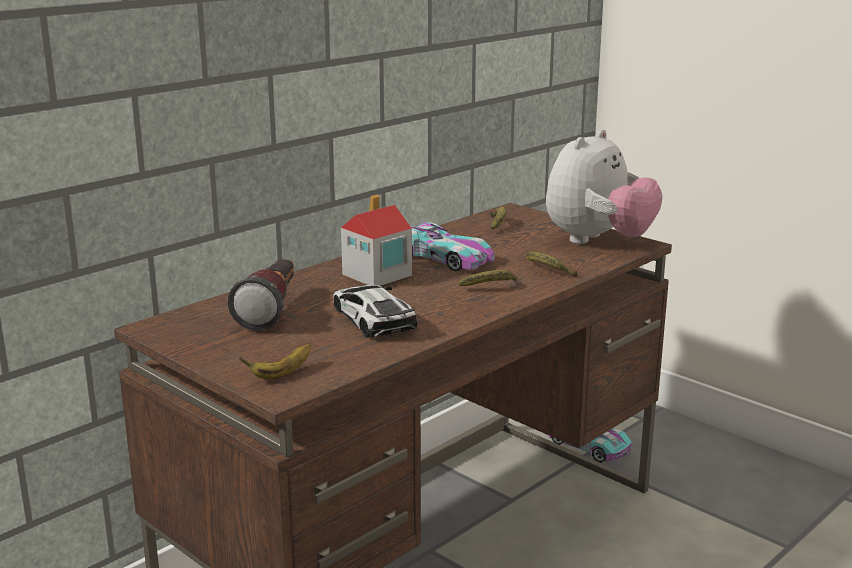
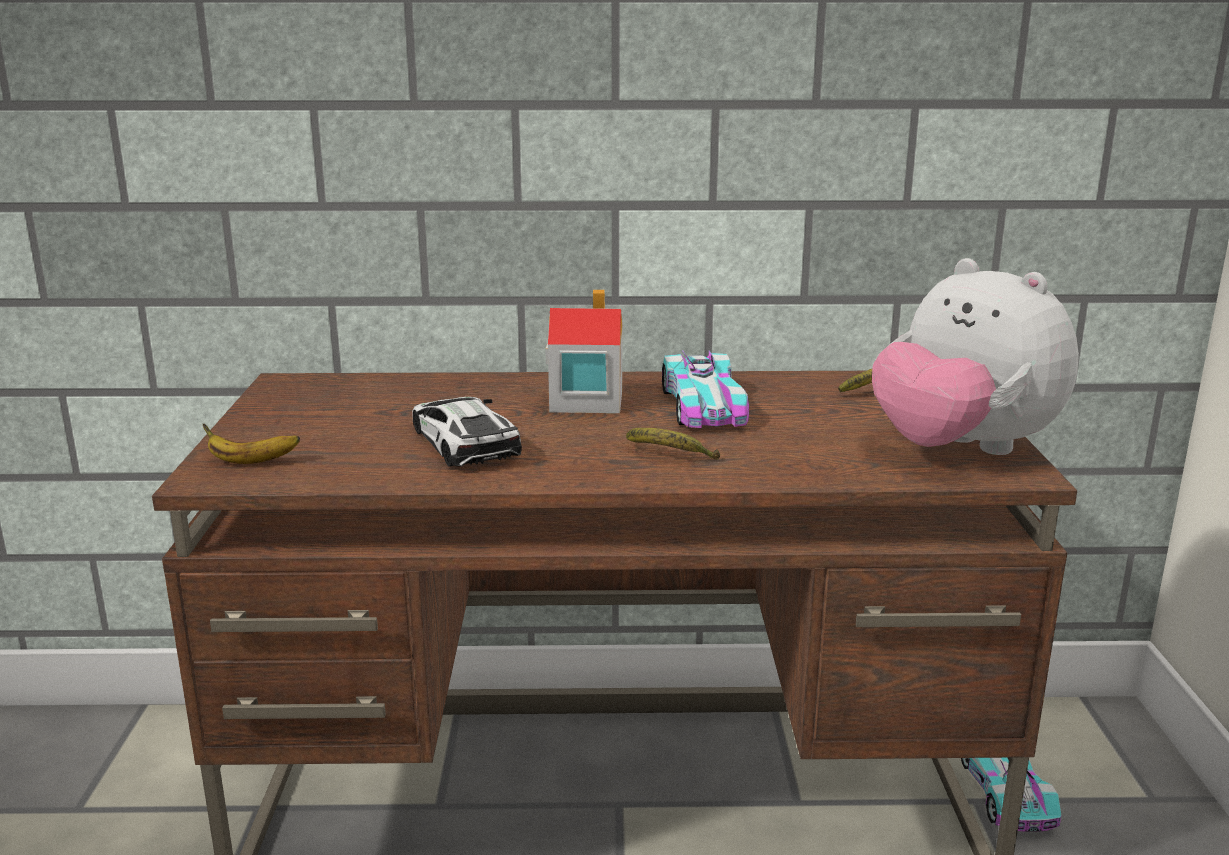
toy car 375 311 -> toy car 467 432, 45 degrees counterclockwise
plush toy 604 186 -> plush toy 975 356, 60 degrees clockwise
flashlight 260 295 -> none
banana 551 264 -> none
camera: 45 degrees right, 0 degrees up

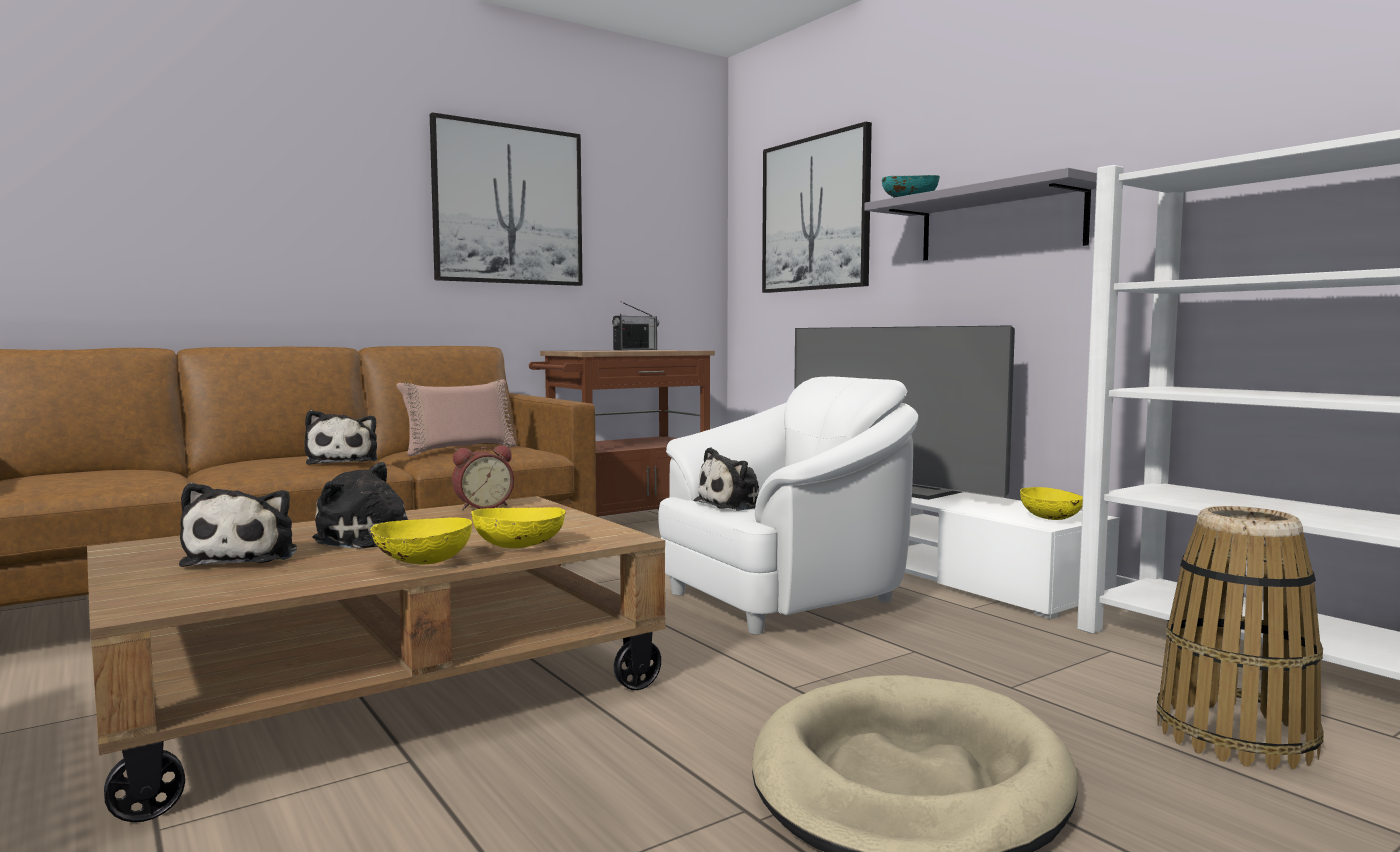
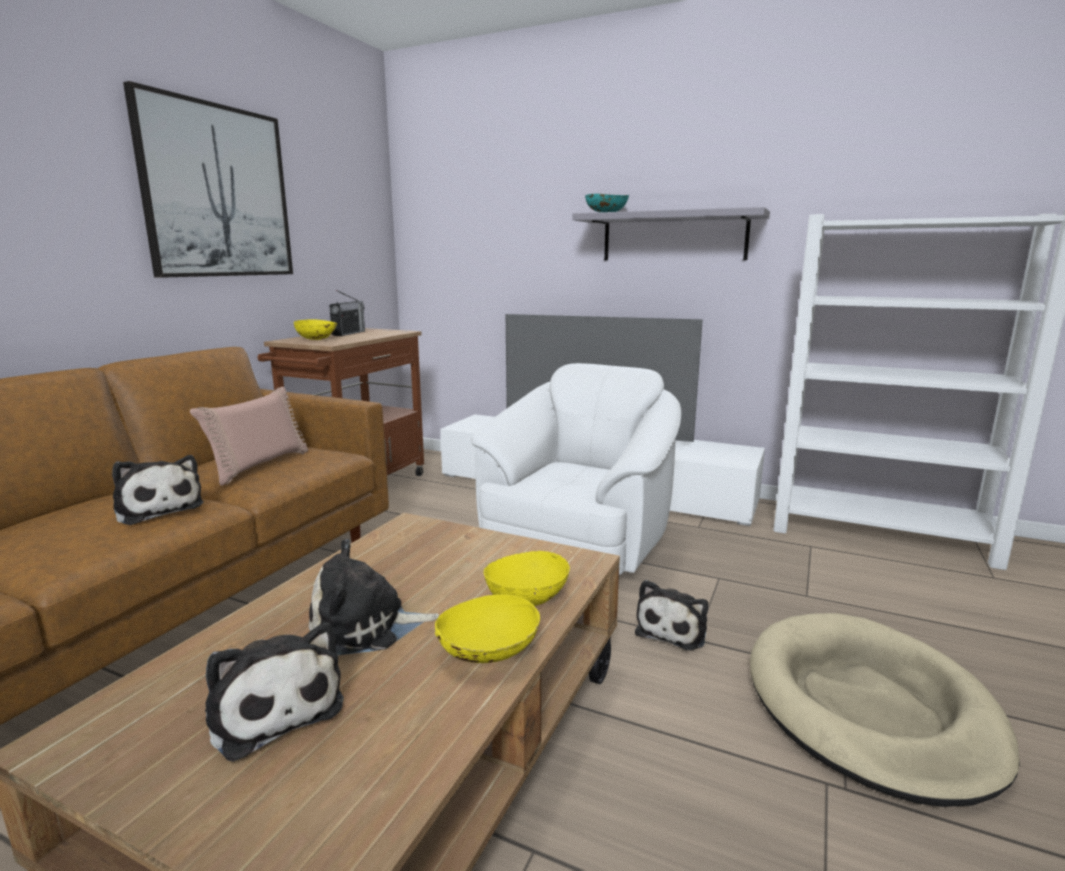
yellow bowl 1051 503 -> yellow bowl 315 329, moved
plush toy 726 479 -> plush toy 671 615, moved
alarm clock 483 477 -> none
picture 817 207 -> none
basket 1240 638 -> none
camera: 30 degrees left, 10 degrees up

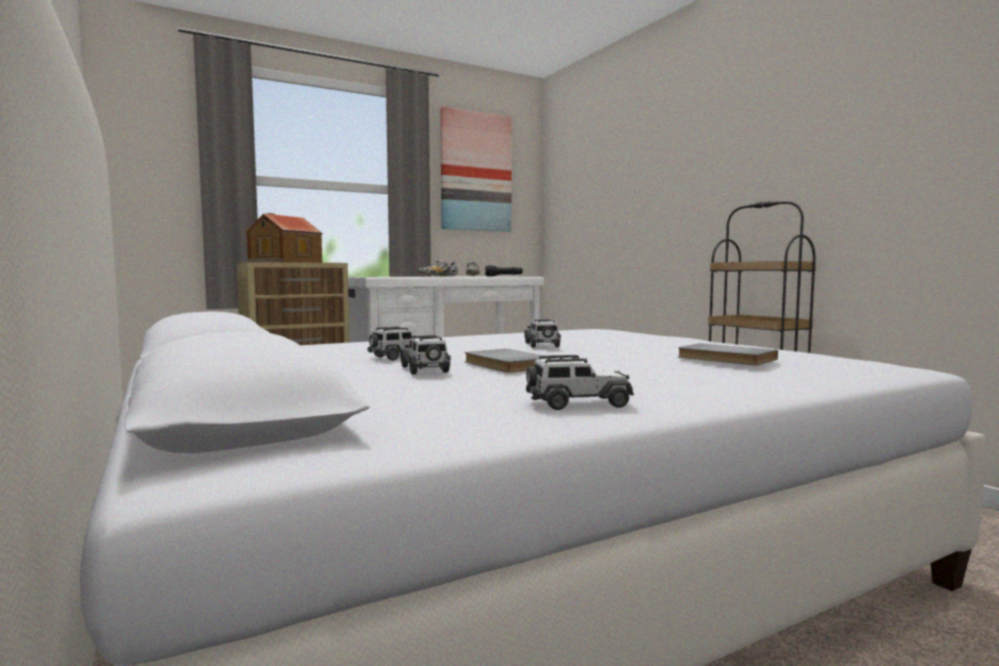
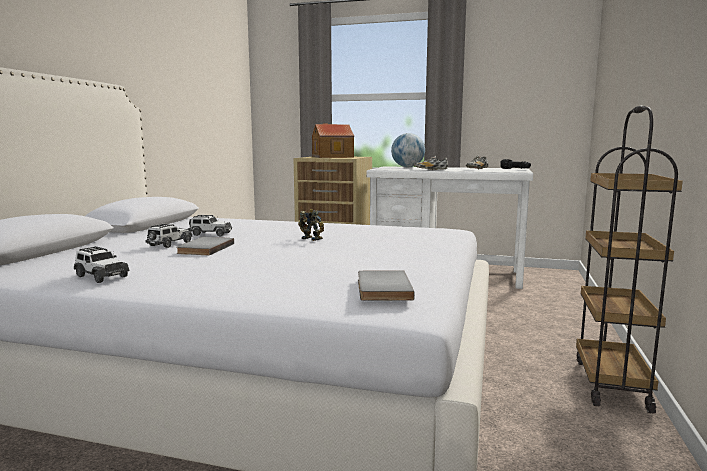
toy car 542 333 -> toy robot 311 225
grey book 728 354 -> grey book 386 285, moved
none -> globe 408 150
picture 476 169 -> none
camera: 45 degrees right, 5 degrees up

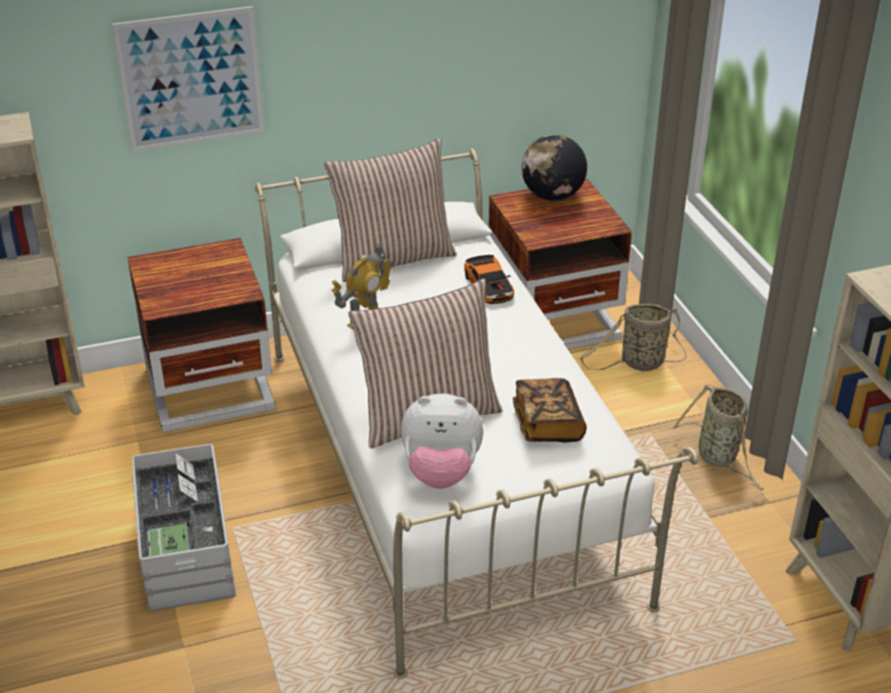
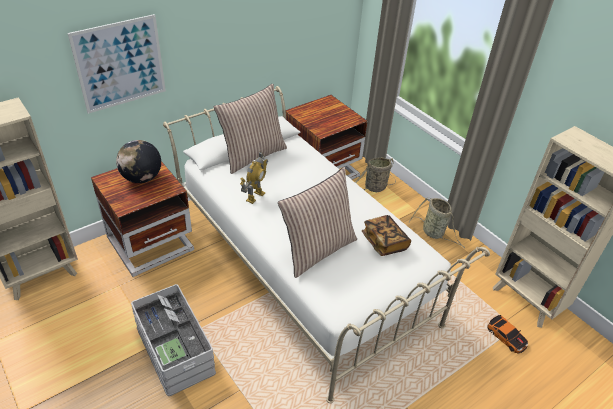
globe 554 168 -> globe 138 161, moved
toy car 489 279 -> toy car 507 334, moved
plush toy 442 441 -> none
camera: 20 degrees left, 5 degrees up

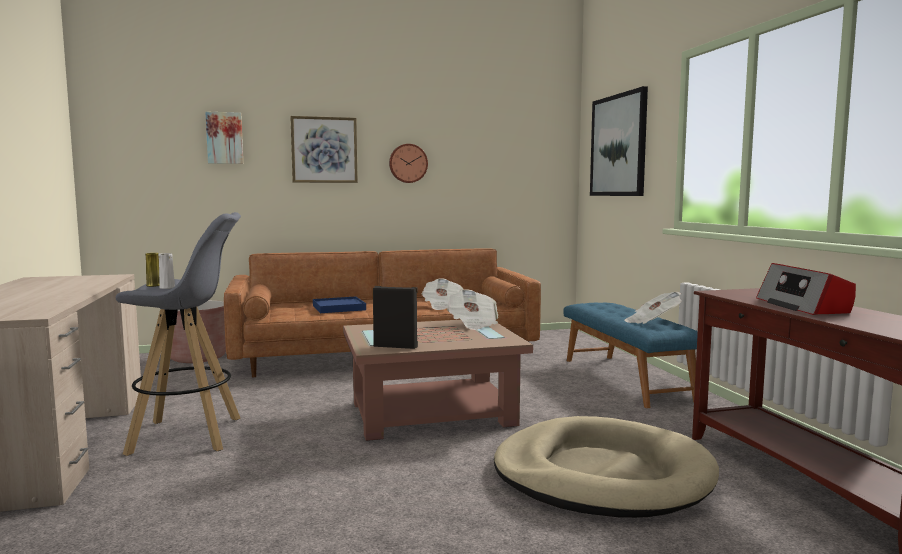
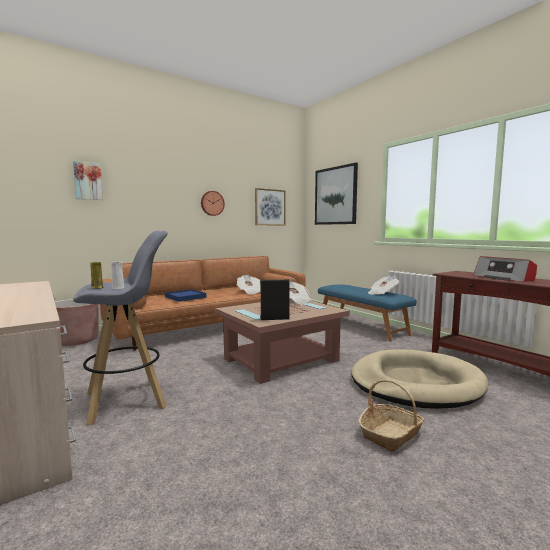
picture 324 149 -> picture 270 207, moved
none -> basket 391 415
camera: 20 degrees left, 0 degrees up

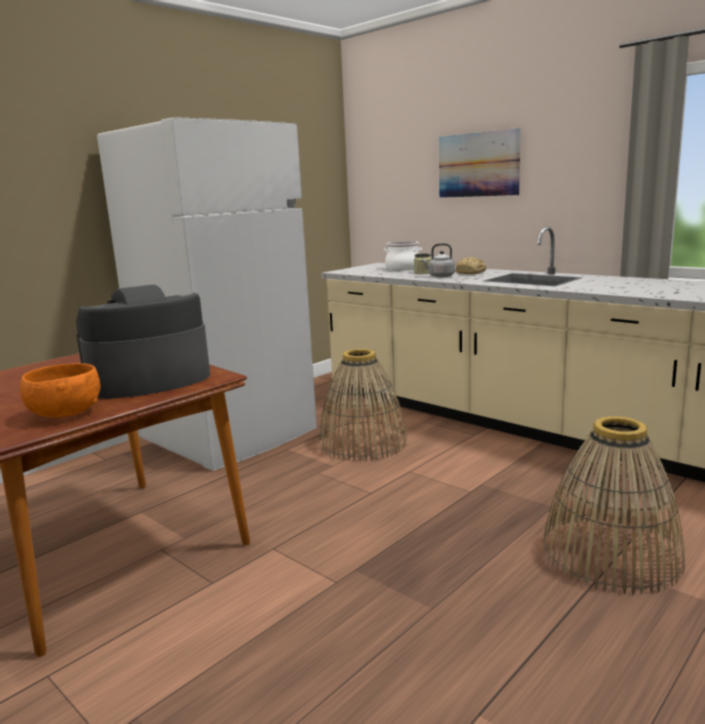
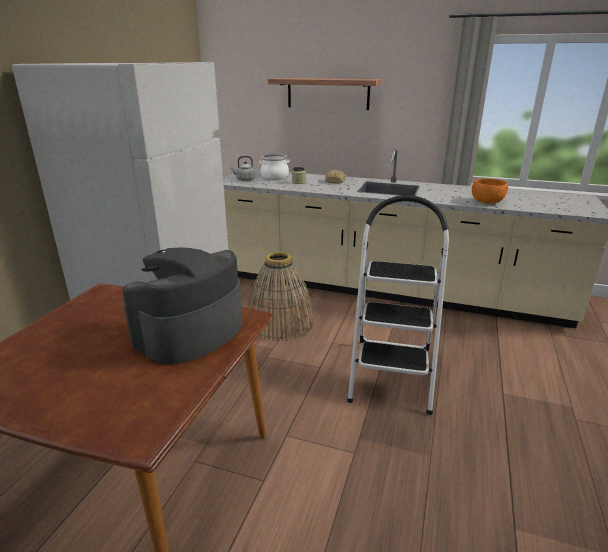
grey kettle 438 260 -> grey kettle 243 168, moved
picture 480 163 -> shelf 325 94
none -> step ladder 398 305
orange bowl 60 390 -> orange bowl 490 190, moved
basket 614 505 -> none
camera: 25 degrees left, 10 degrees up

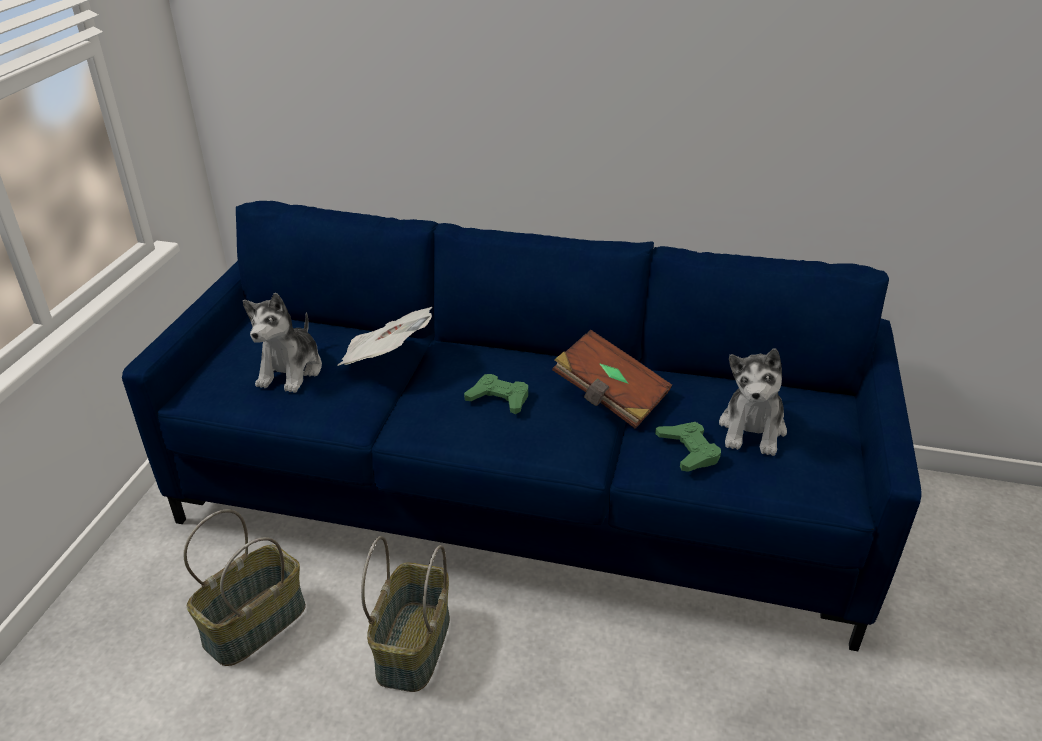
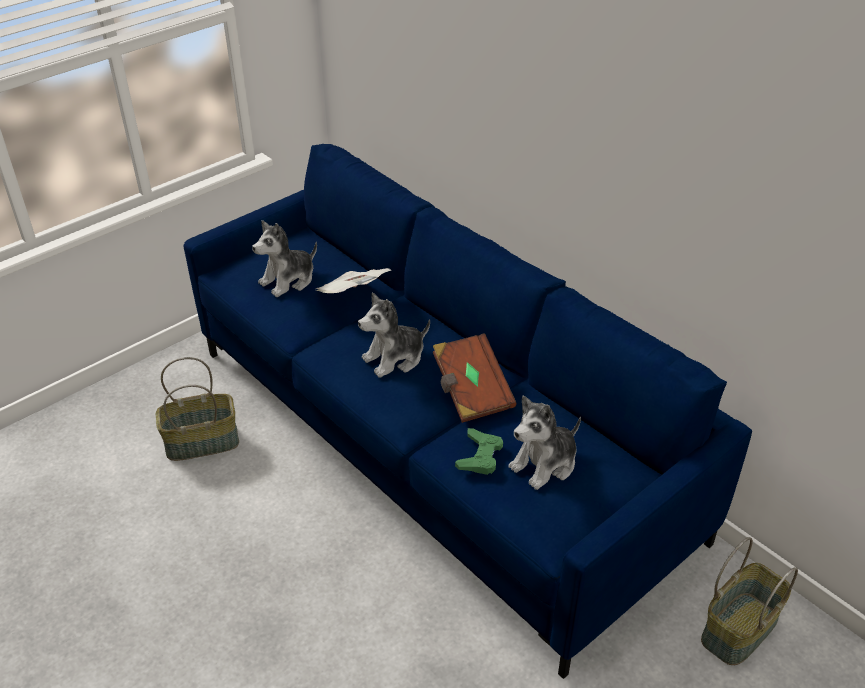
green game controller 496 394 -> plush toy 394 335
basket 405 614 -> basket 749 601, moved
camera: 35 degrees right, 5 degrees up

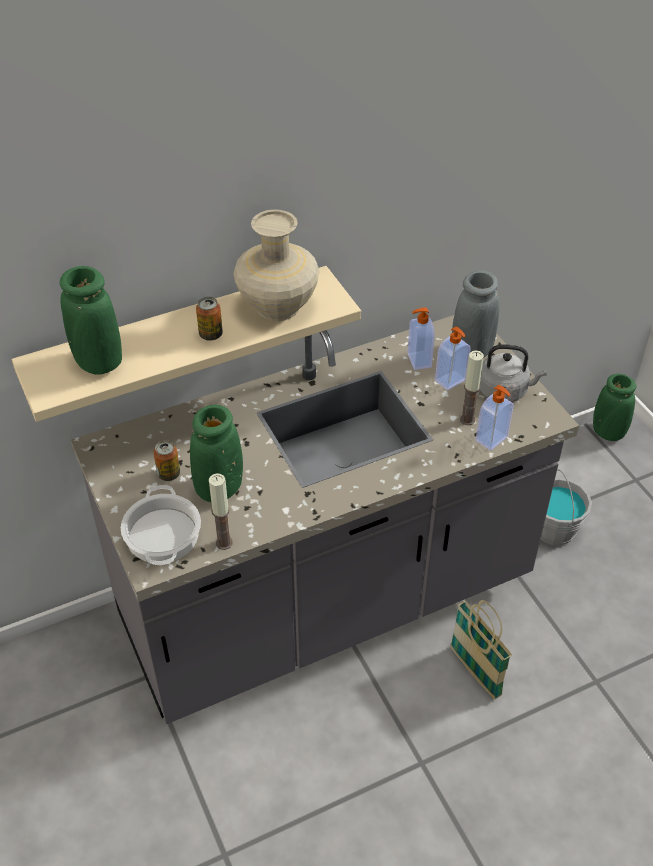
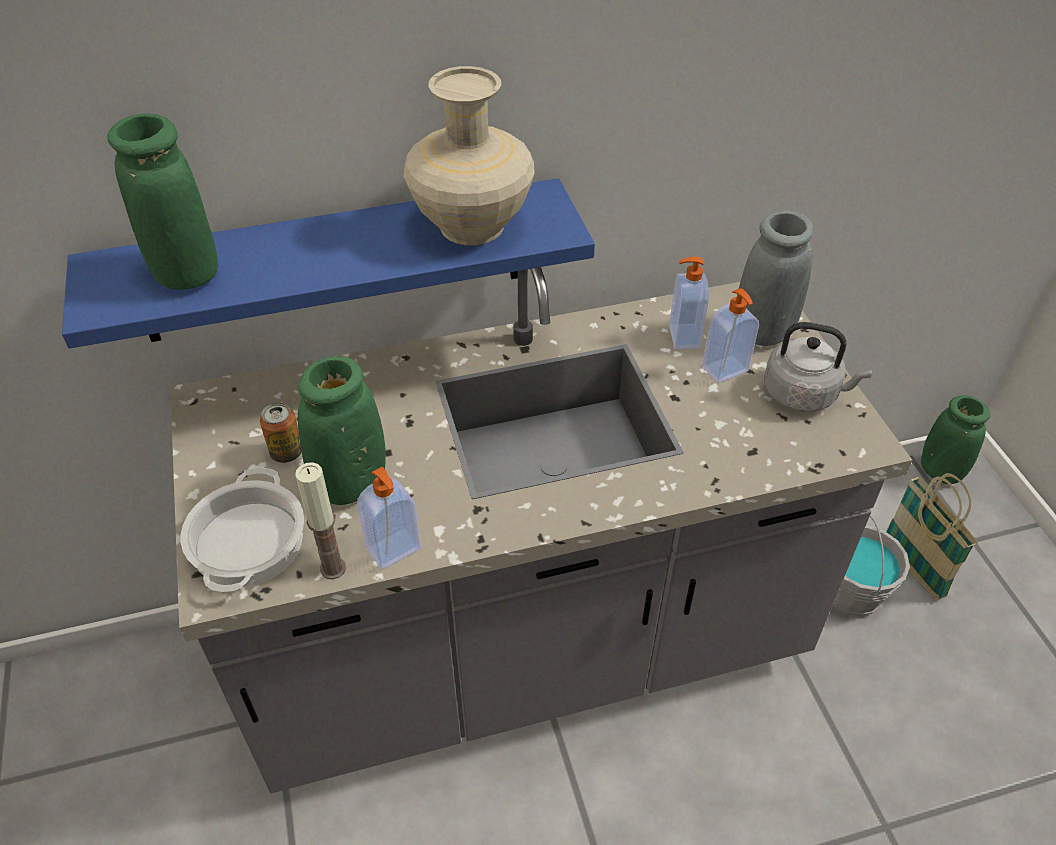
beige shelf 186 344 -> blue shelf 328 263
soap dispenser 494 418 -> soap dispenser 389 518, moved
basket 481 650 -> basket 932 536, moved
can 209 319 -> none
candle 472 388 -> none
camera: 10 degrees right, 0 degrees up

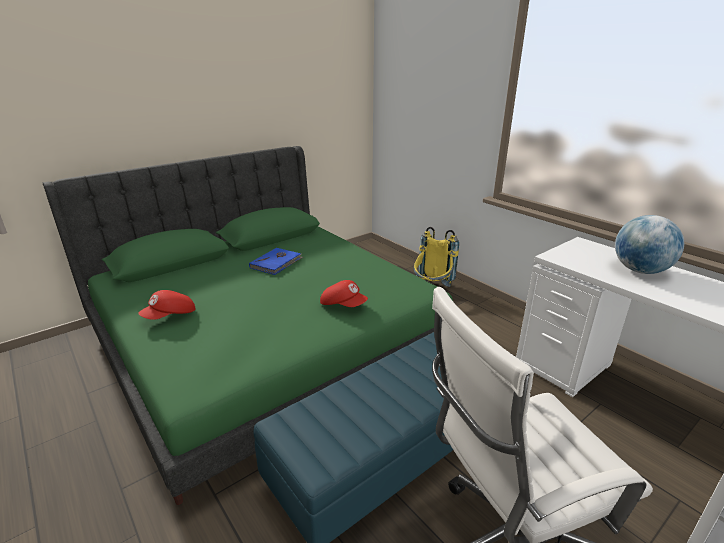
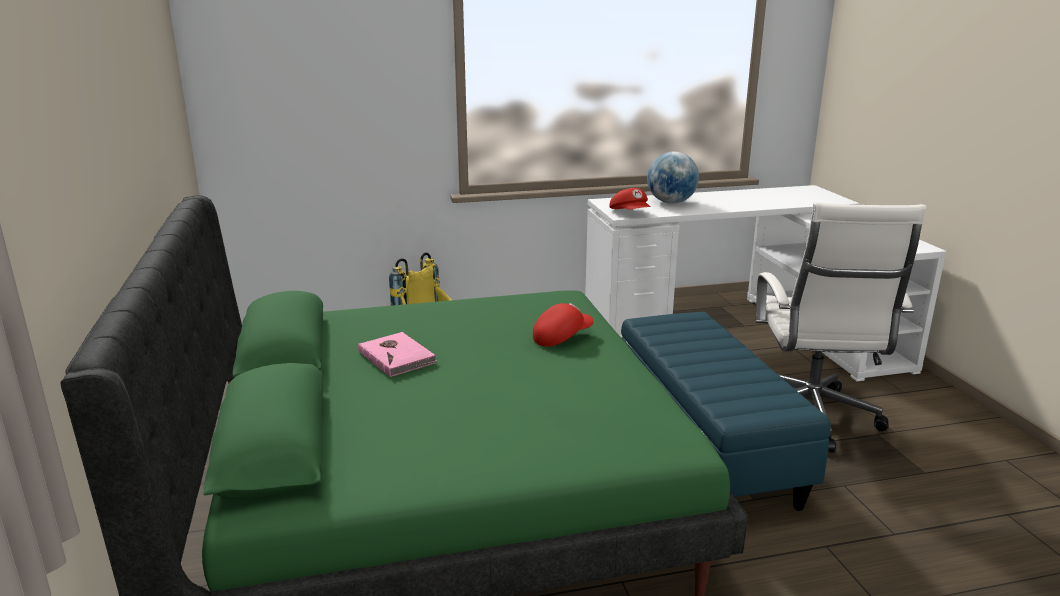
blue book 276 261 -> pink book 397 354
red cap 167 305 -> red cap 629 198, moved
camera: 65 degrees left, 5 degrees down

